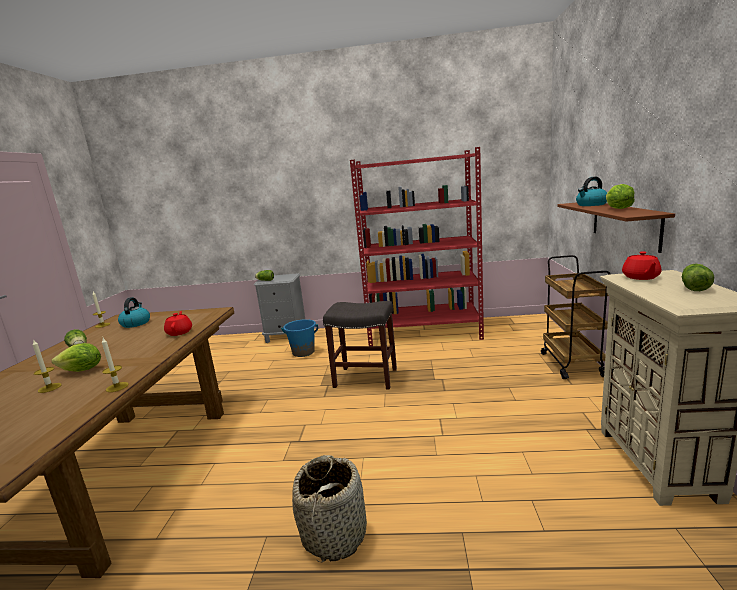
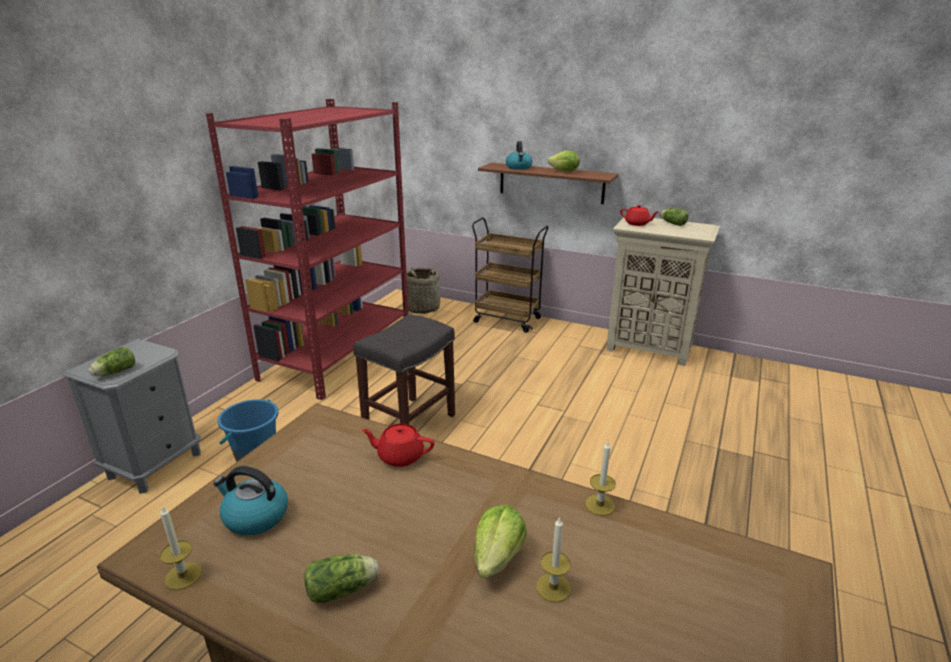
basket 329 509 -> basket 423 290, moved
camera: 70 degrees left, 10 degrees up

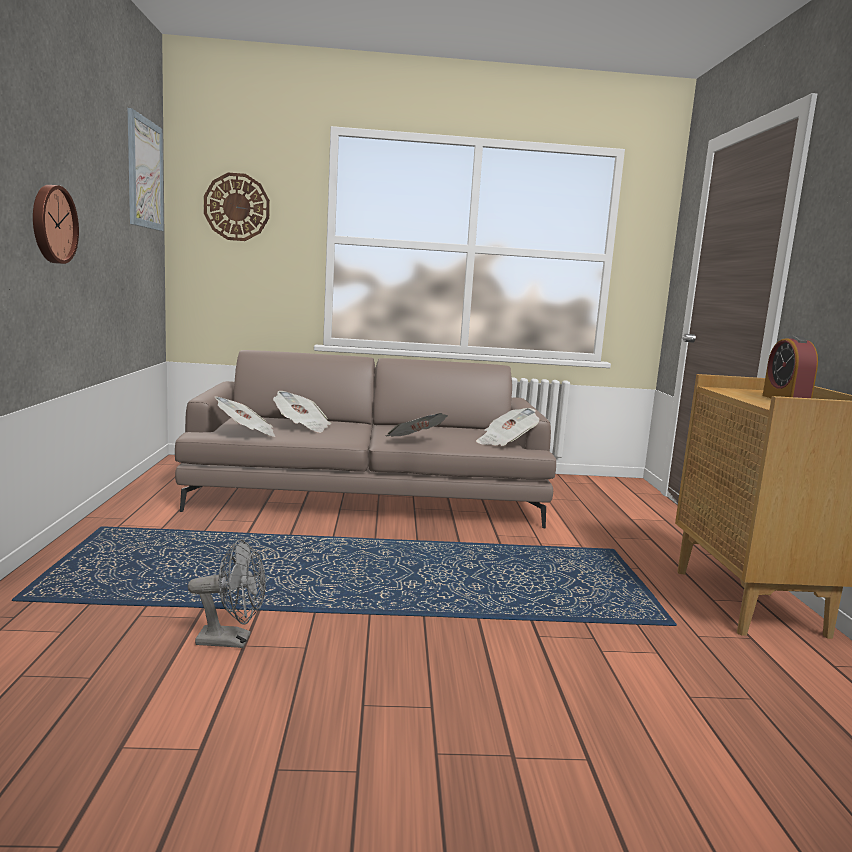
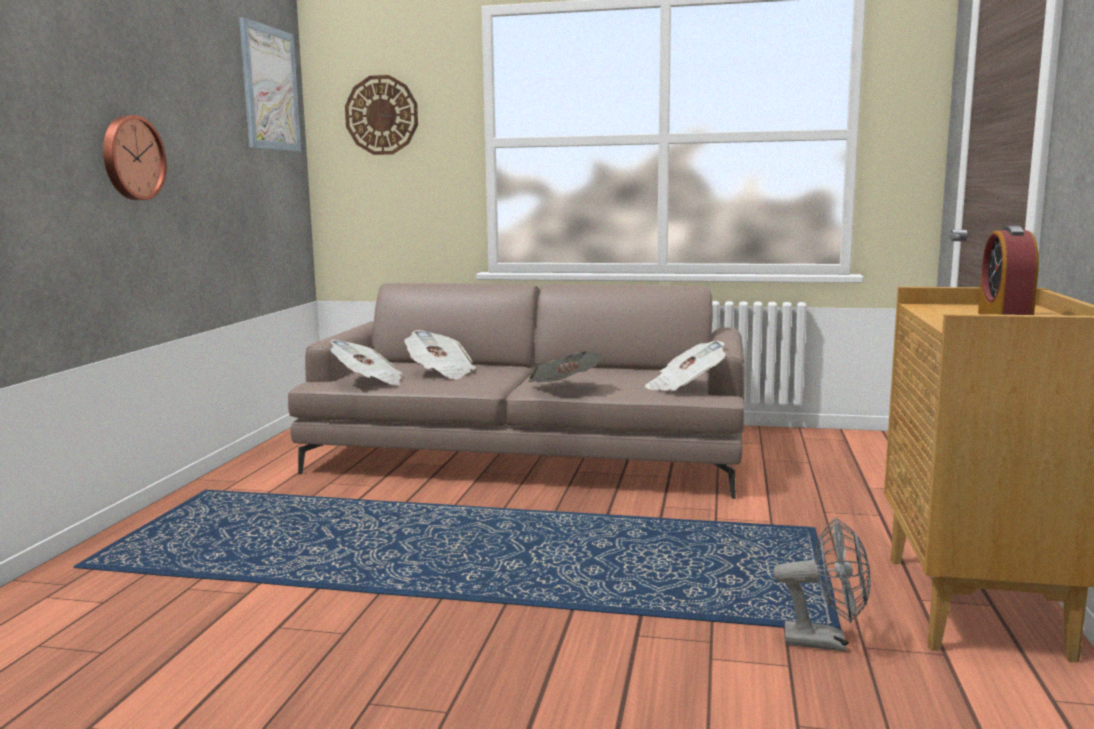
grey fan 227 593 -> grey fan 822 585, moved
camera: 15 degrees right, 0 degrees up

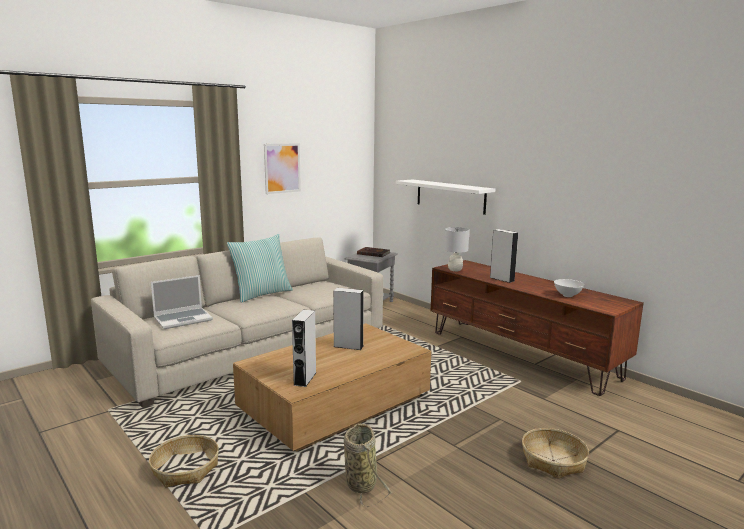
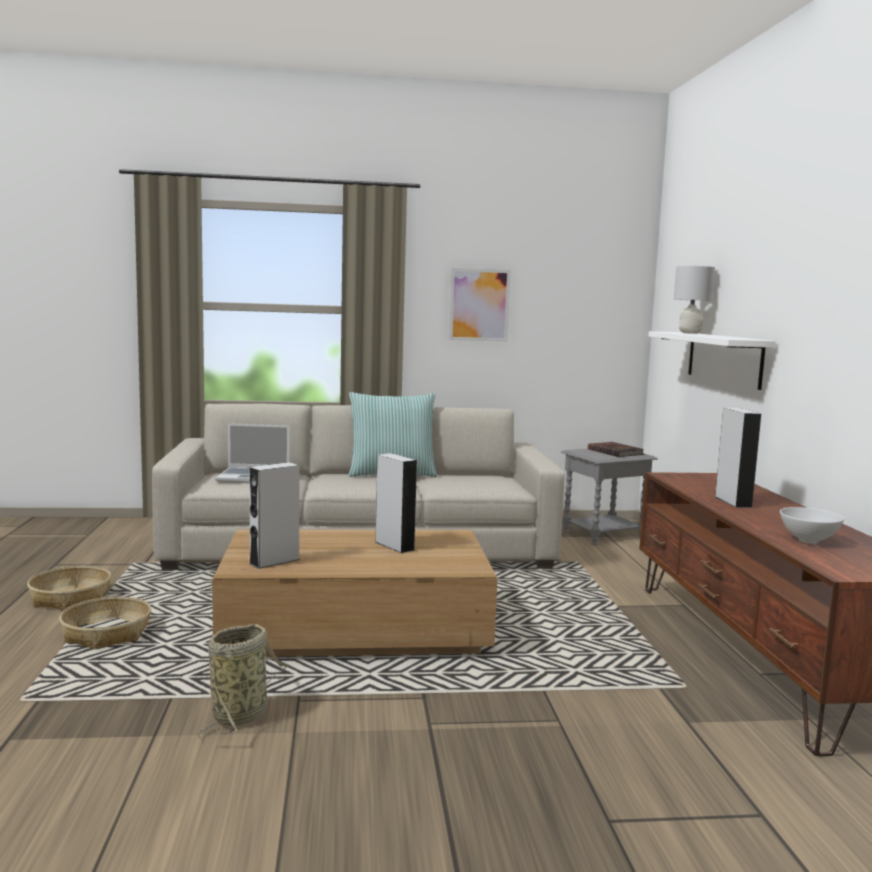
basket 555 453 -> basket 69 588, moved
grey table lamp 456 249 -> grey table lamp 694 300, moved
camera: 35 degrees right, 5 degrees down

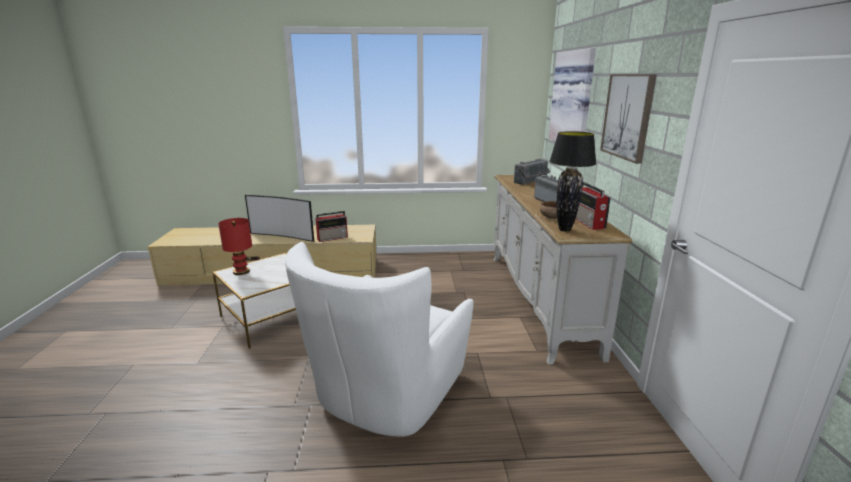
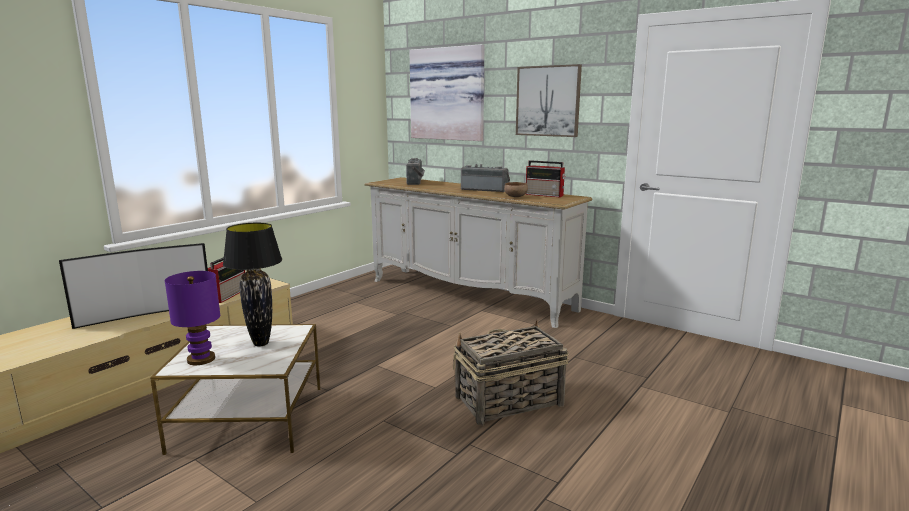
red table lamp 235 246 -> purple table lamp 192 318
black table lamp 573 181 -> black table lamp 252 285, moved
white armchair 379 339 -> basket 511 372
camera: 50 degrees left, 5 degrees down

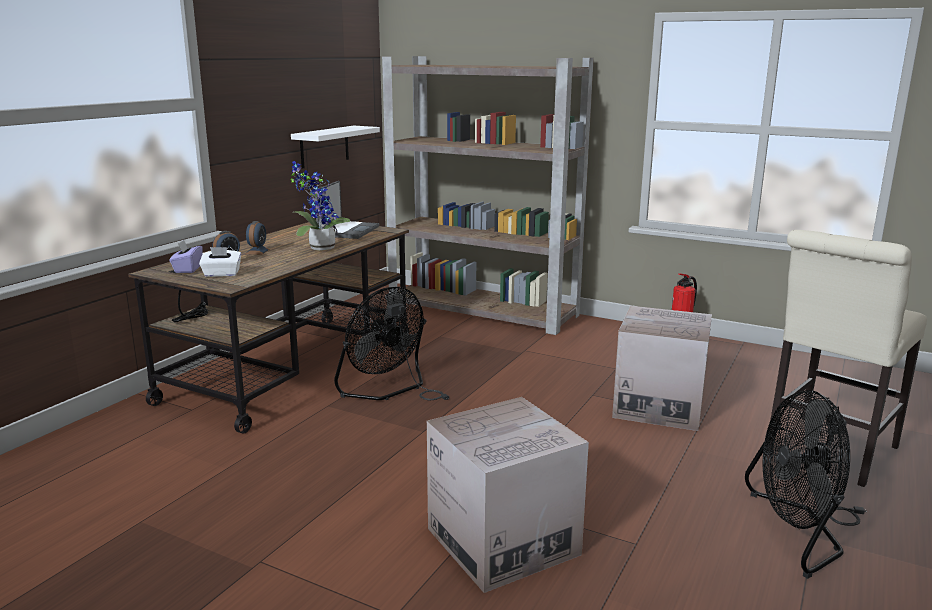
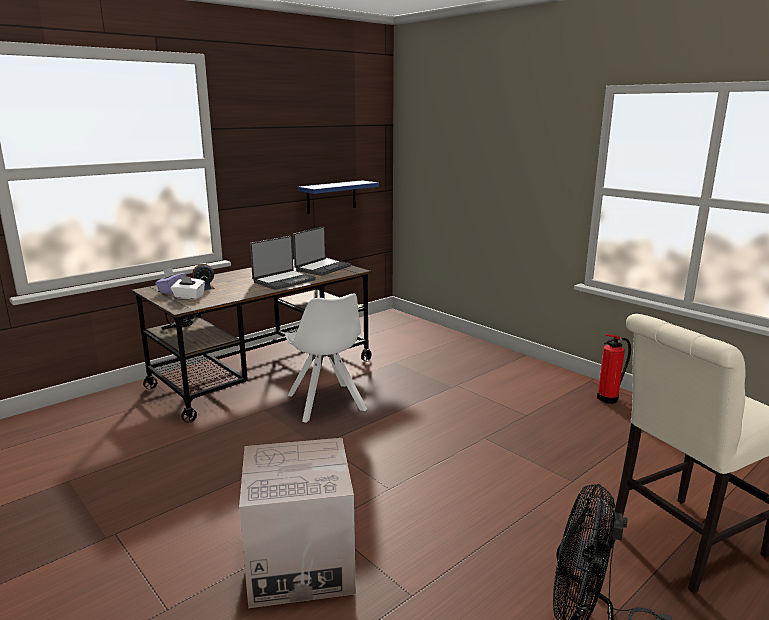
potted plant 320 205 -> laptop 283 263
black fan 391 343 -> white chair 326 358
white shelf 335 147 -> blue shelf 338 197
alarm clock 257 238 -> none
brown bookcase 488 195 -> none
cardboard box 662 368 -> none
camera: 20 degrees right, 0 degrees up

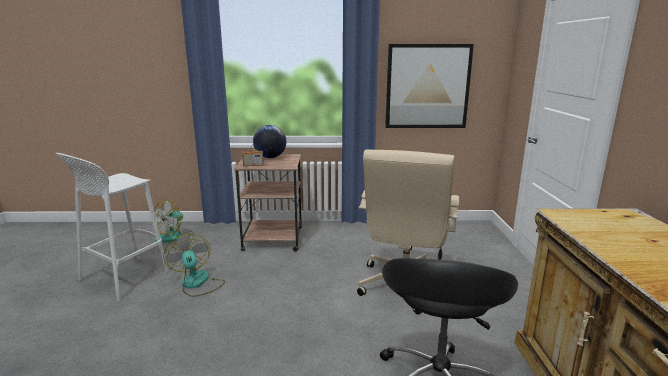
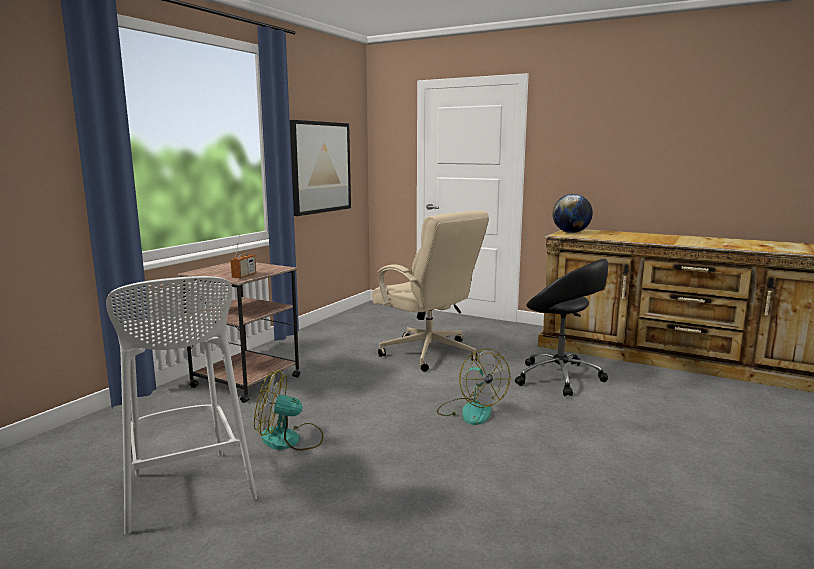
fan 173 221 -> fan 474 386, moved
globe 269 141 -> globe 573 213, moved
camera: 60 degrees left, 5 degrees down

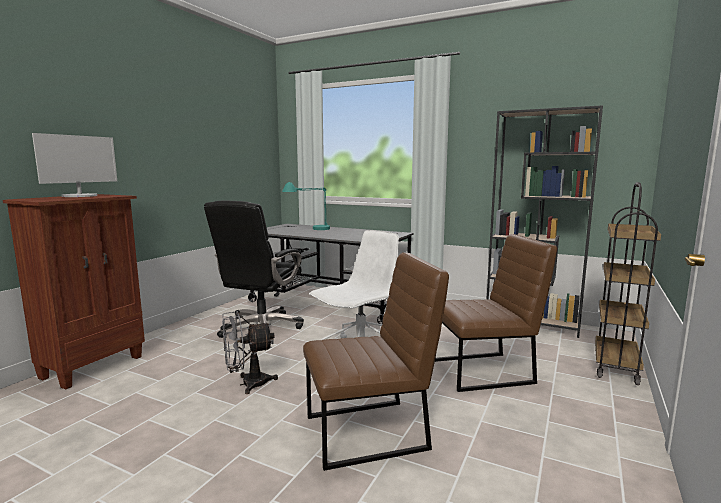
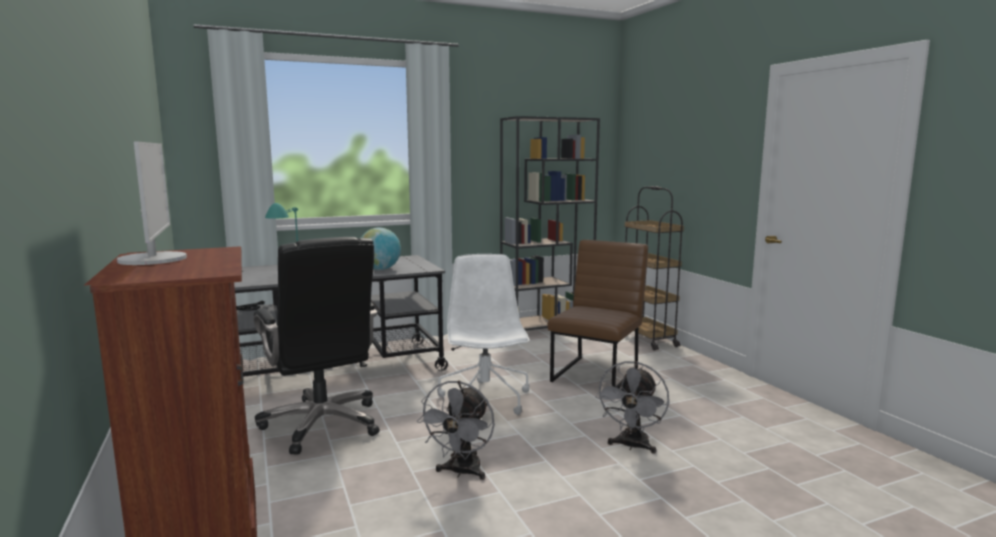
none -> globe 381 249
brown chair 376 362 -> grey fan 632 407
camera: 50 degrees left, 0 degrees up

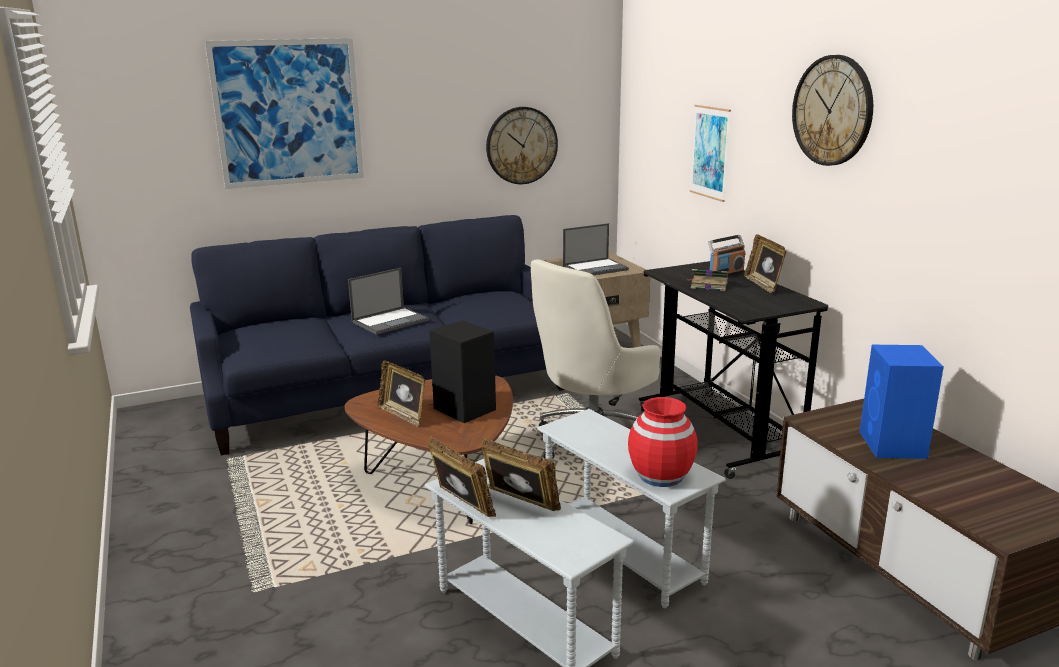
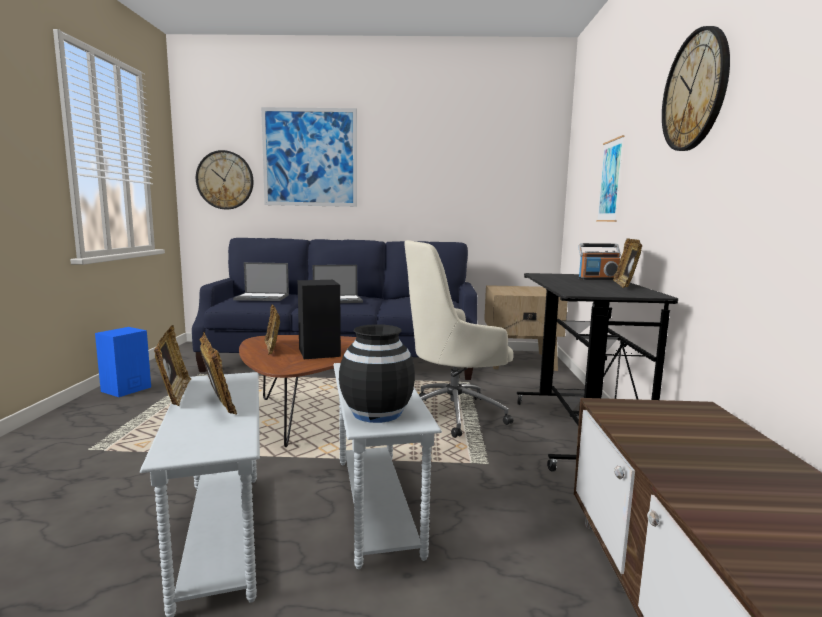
blue speaker 902 402 -> blue speaker 123 362, moved
wall clock 522 145 -> wall clock 225 179, moved
laptop 596 249 -> laptop 261 281, moved
red vase 663 442 -> black vase 377 373
book 707 280 -> none
camera: 25 degrees right, 10 degrees down

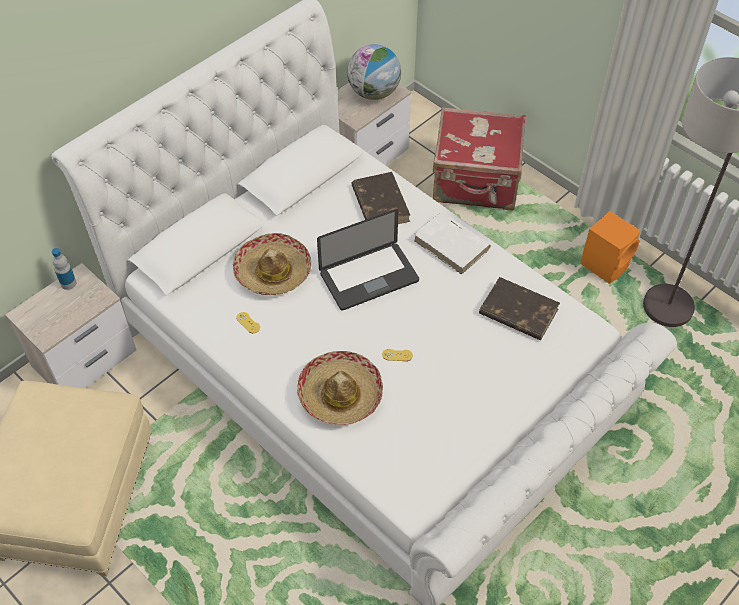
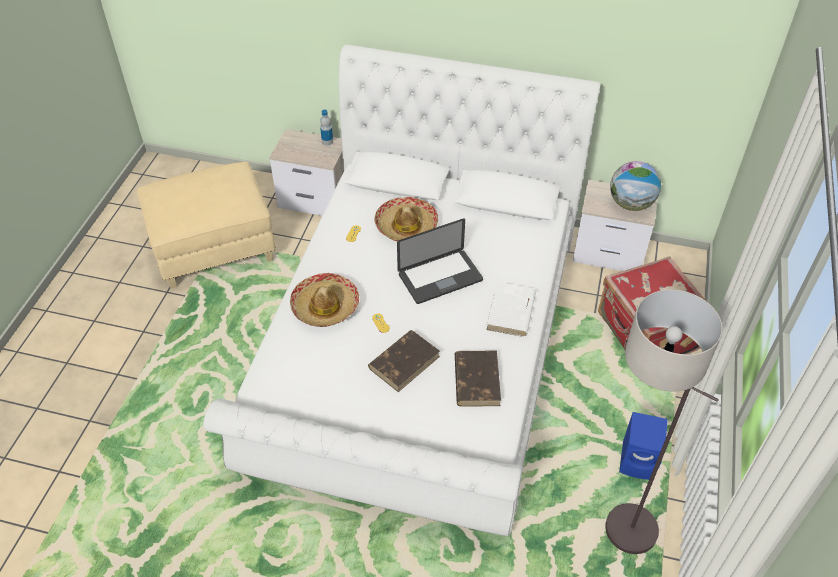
brown book 380 198 -> brown book 404 361, moved
laptop 368 259 -> laptop 440 261, 60 degrees counterclockwise
orange speaker 610 247 -> blue speaker 643 446
camera: 60 degrees right, 5 degrees down

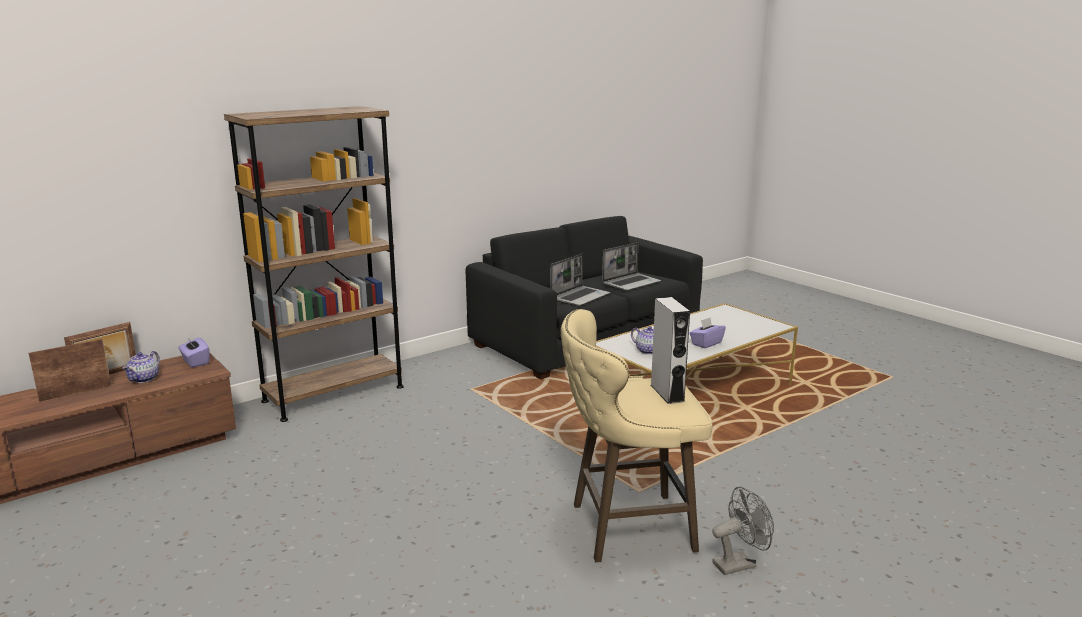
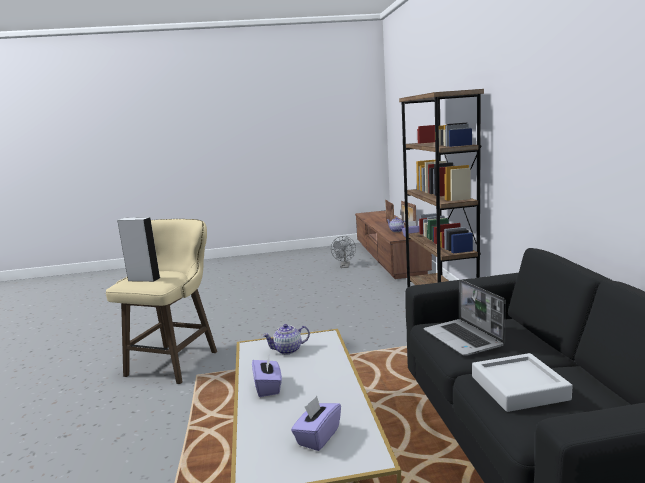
none -> purple tissue box 316 423
grey fan 743 531 -> grey fan 343 252, moved
laptop 631 266 -> grey tray 522 382
camera: 120 degrees right, 5 degrees down

